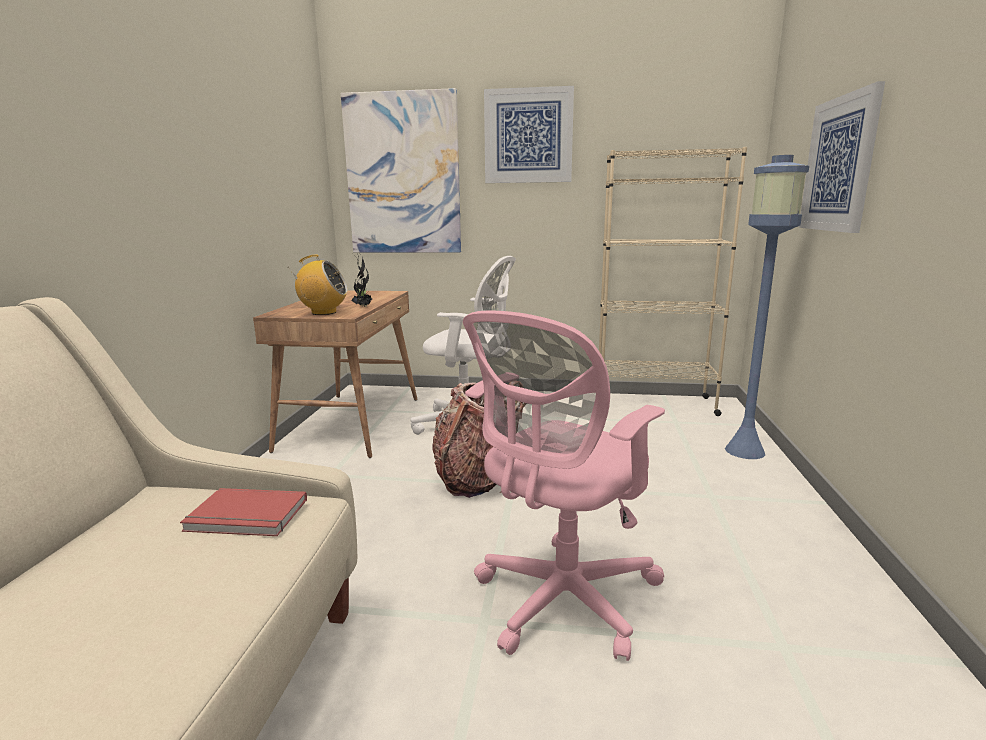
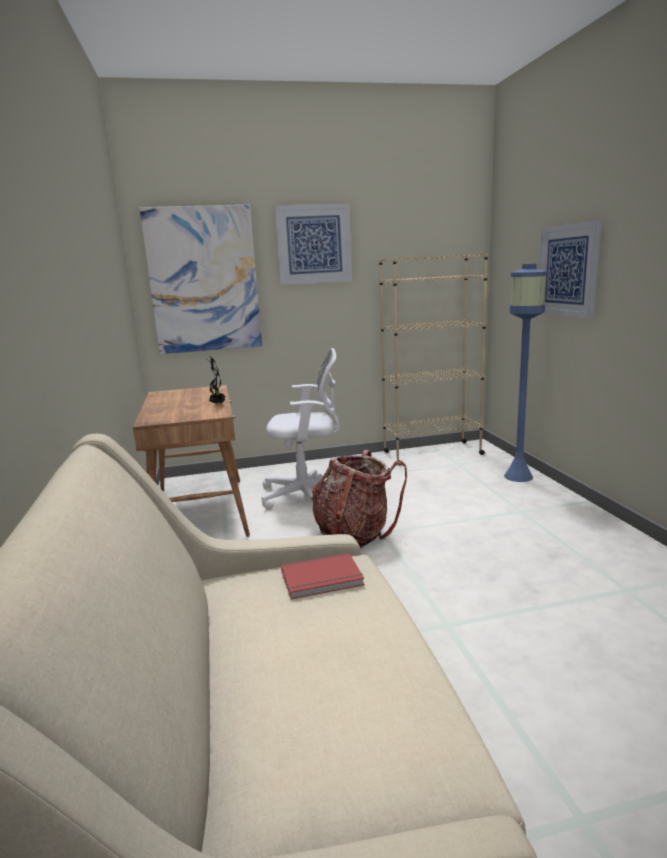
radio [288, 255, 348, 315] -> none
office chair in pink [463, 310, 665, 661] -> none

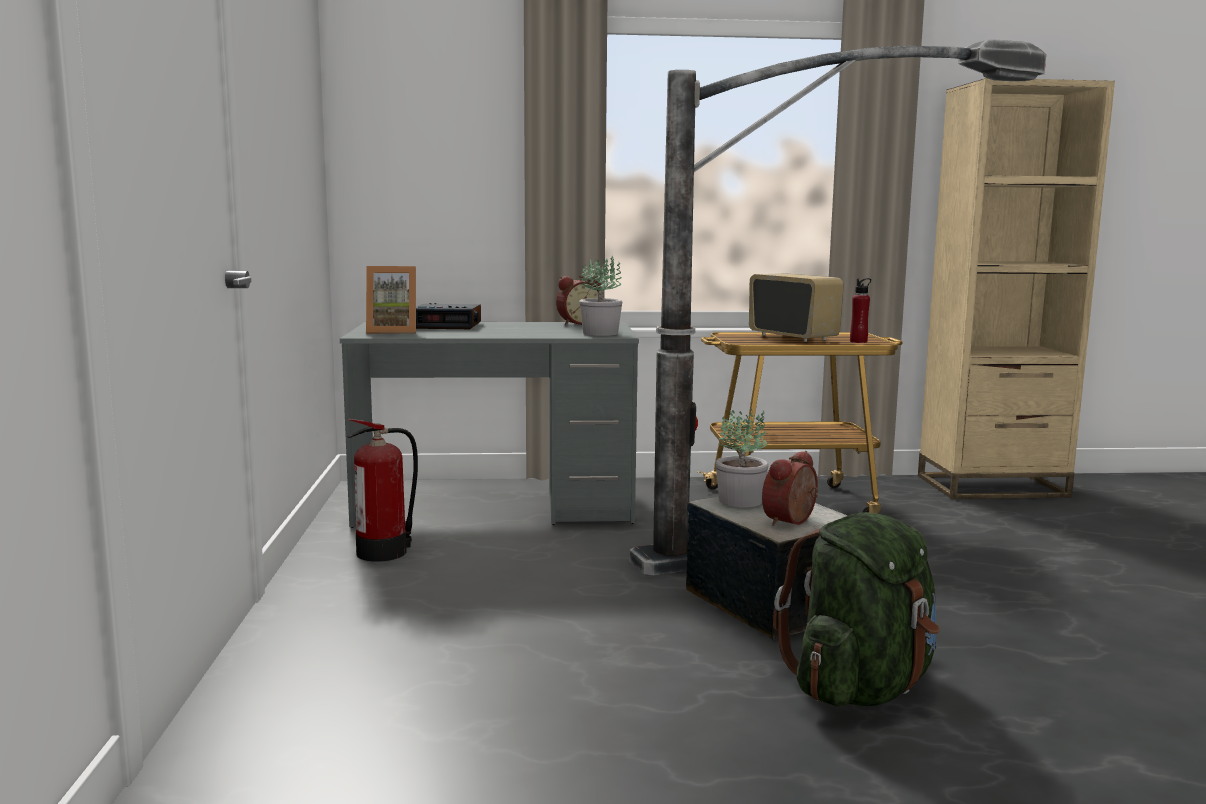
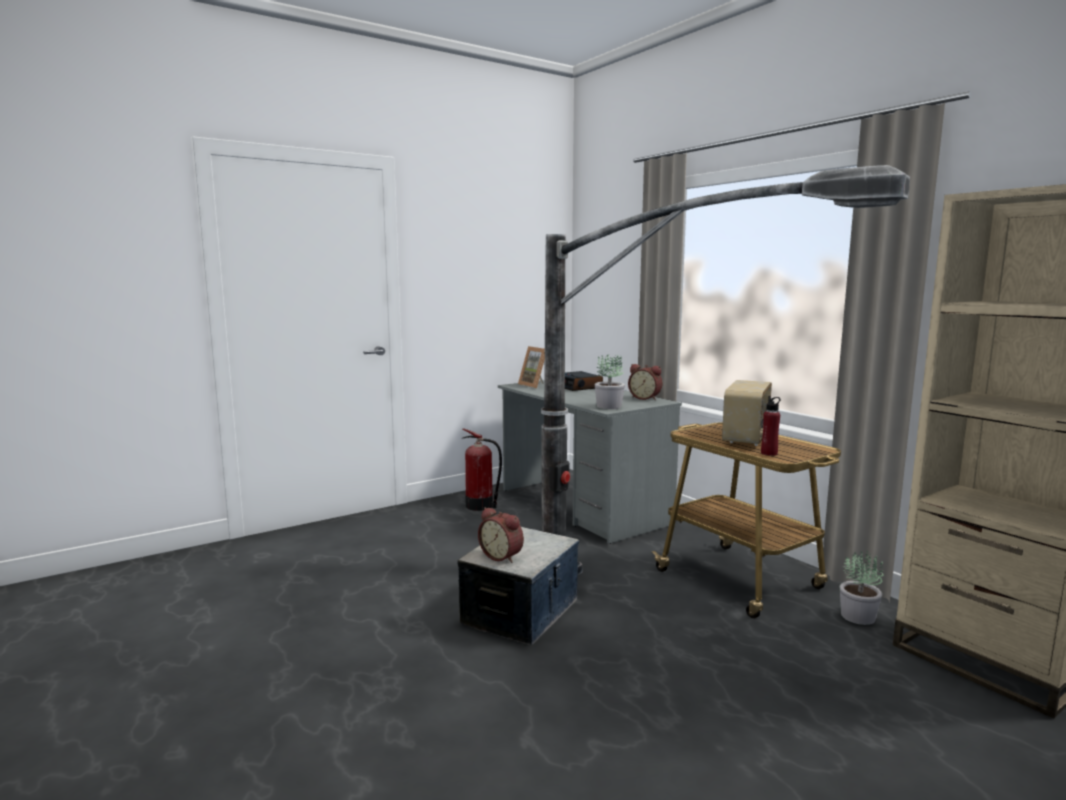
potted plant [715, 408, 769, 508] -> potted plant [840, 551, 884, 625], move
alarm clock [762, 451, 818, 526] -> alarm clock [478, 507, 524, 563], 150 degrees counterclockwise
backpack in green [773, 512, 940, 706] -> none

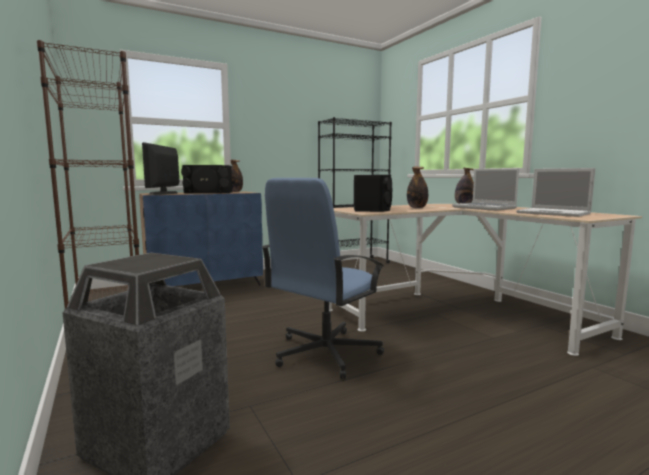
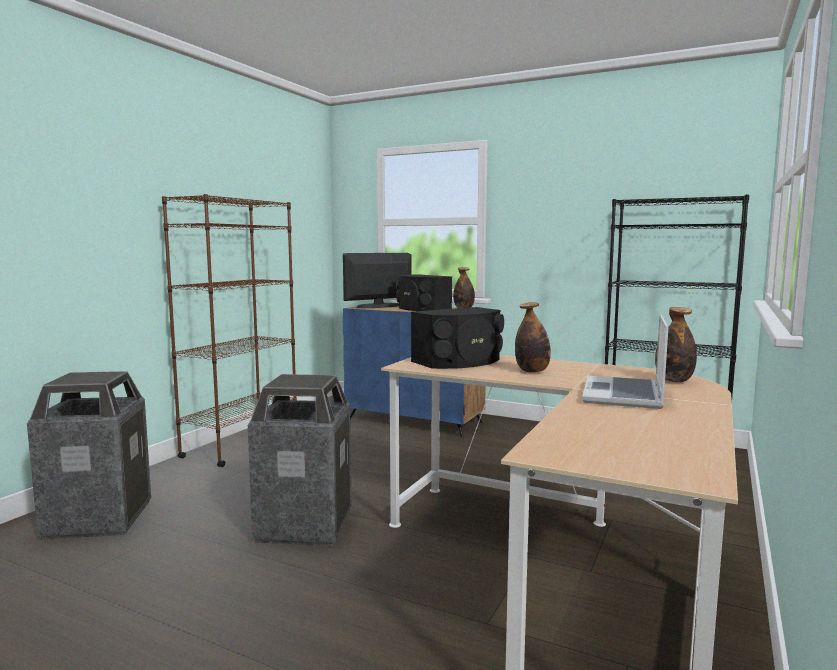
office chair in blue [262, 178, 384, 379] -> trash can [248, 374, 352, 546]
laptop [516, 168, 595, 217] -> none

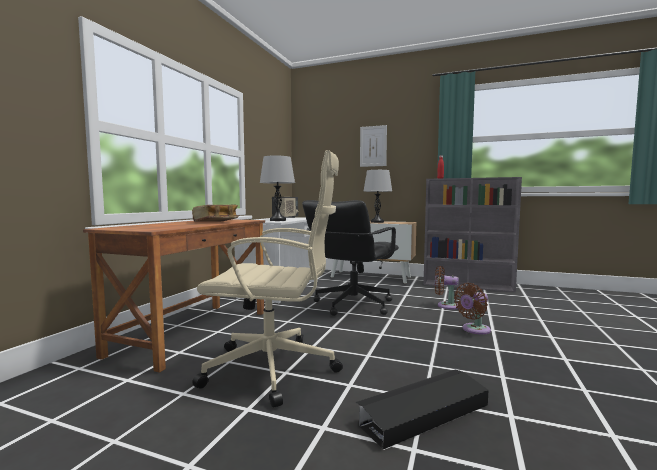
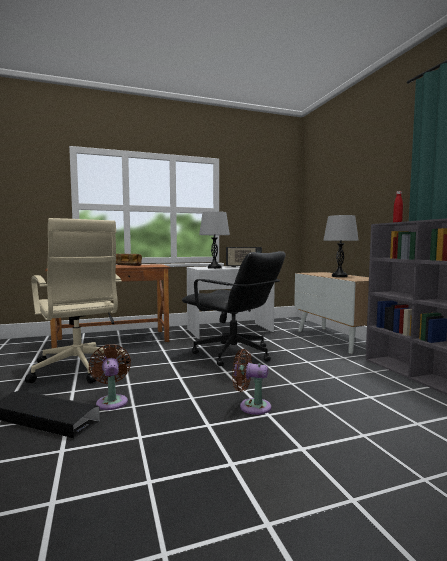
office chair in black [302, 200, 399, 316] -> office chair in black [182, 251, 286, 366], 135 degrees counterclockwise
picture [360, 125, 387, 167] -> none
fan in brown [435, 266, 459, 309] -> fan in brown [89, 344, 131, 410], move

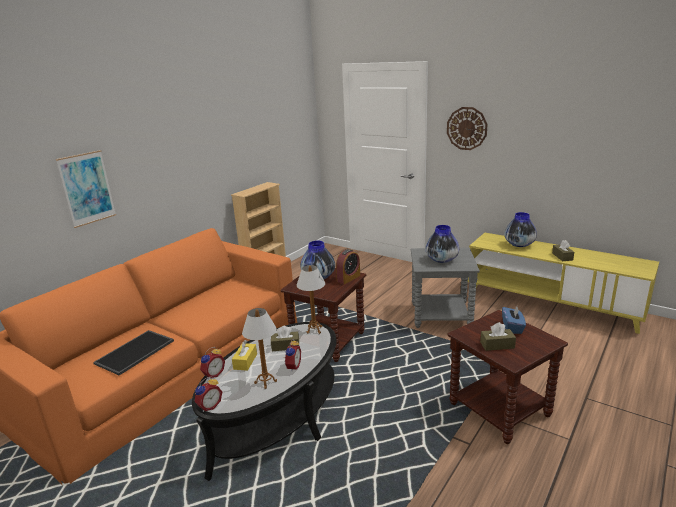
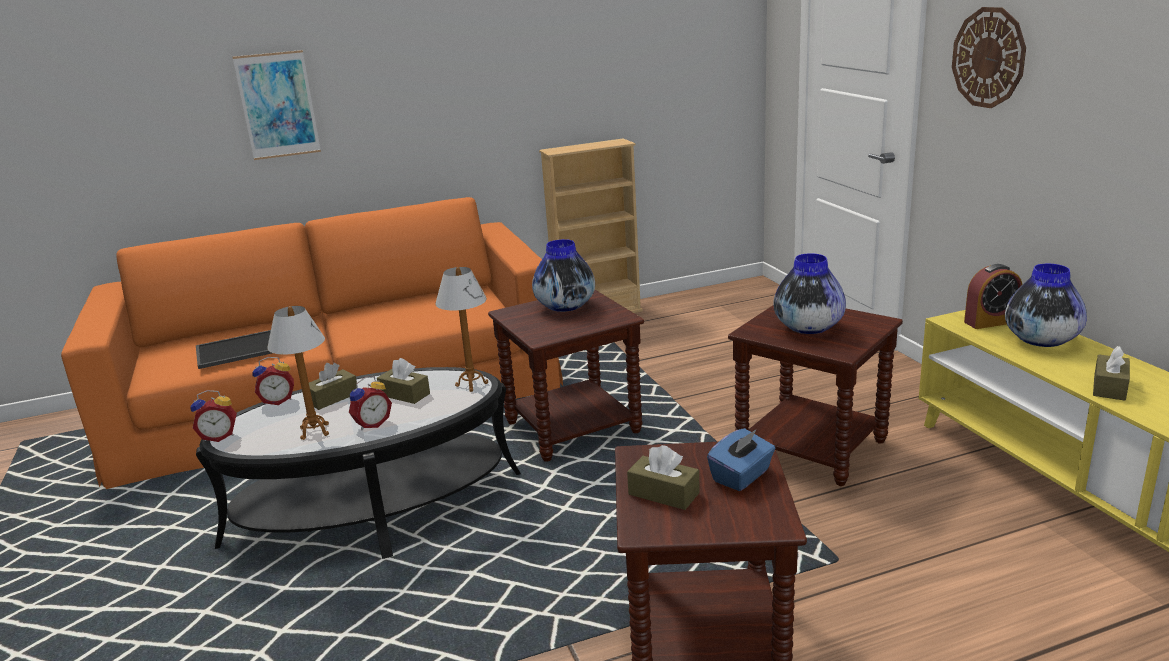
tissue box in yellow [232, 340, 257, 371] -> tissue box in brown [309, 363, 357, 410]
alarm clock [336, 249, 360, 284] -> alarm clock [964, 264, 1023, 329], move
side table in grey [411, 248, 480, 328] -> side table in brown [728, 305, 903, 486]

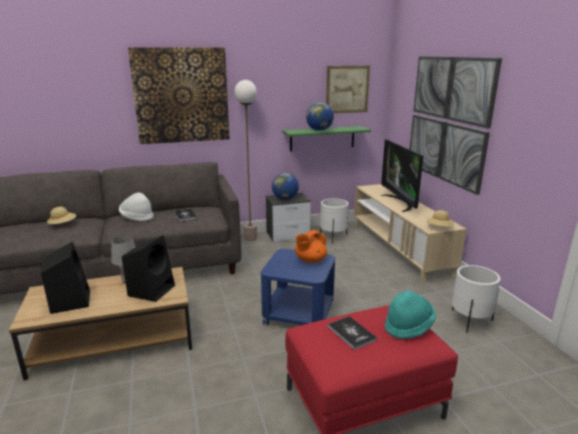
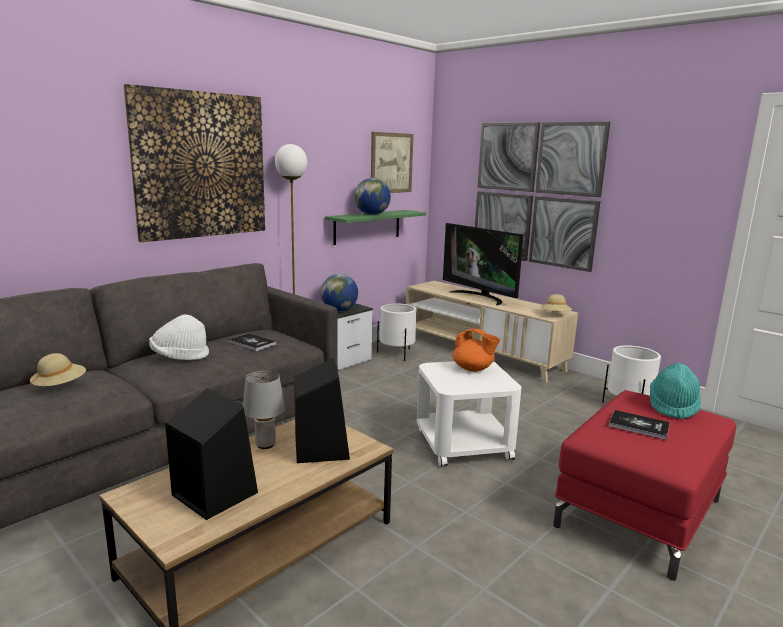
side table in blue [261, 249, 335, 325] -> side table in white [417, 361, 521, 467]
teapot in orange [295, 230, 327, 263] -> teapot in orange [453, 328, 500, 372], 75 degrees counterclockwise

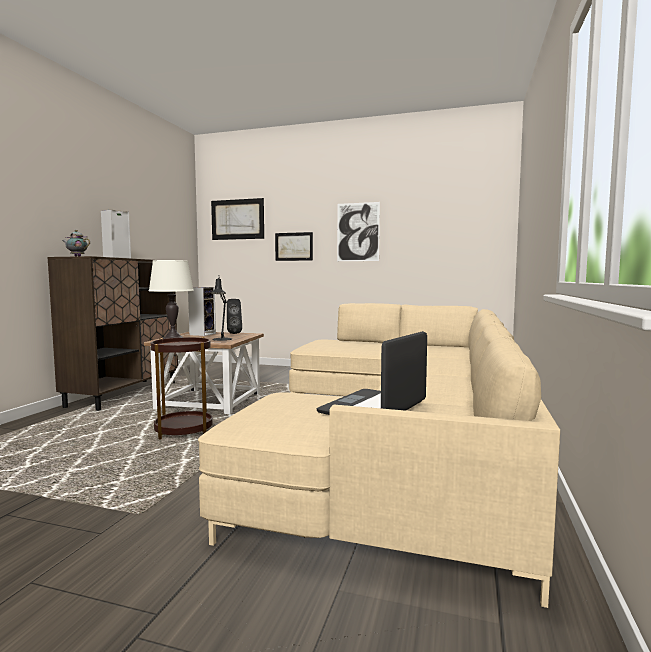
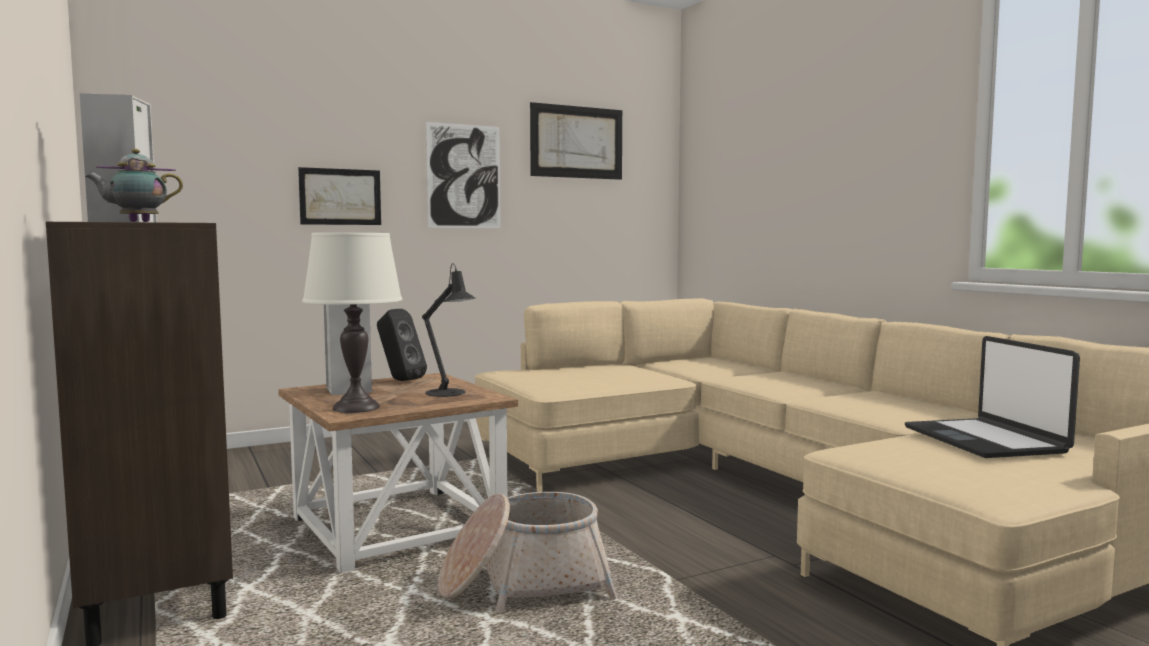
side table in brown [151, 337, 213, 440] -> basket [438, 492, 618, 613]
picture [211, 198, 264, 240] -> picture [530, 102, 622, 180], move

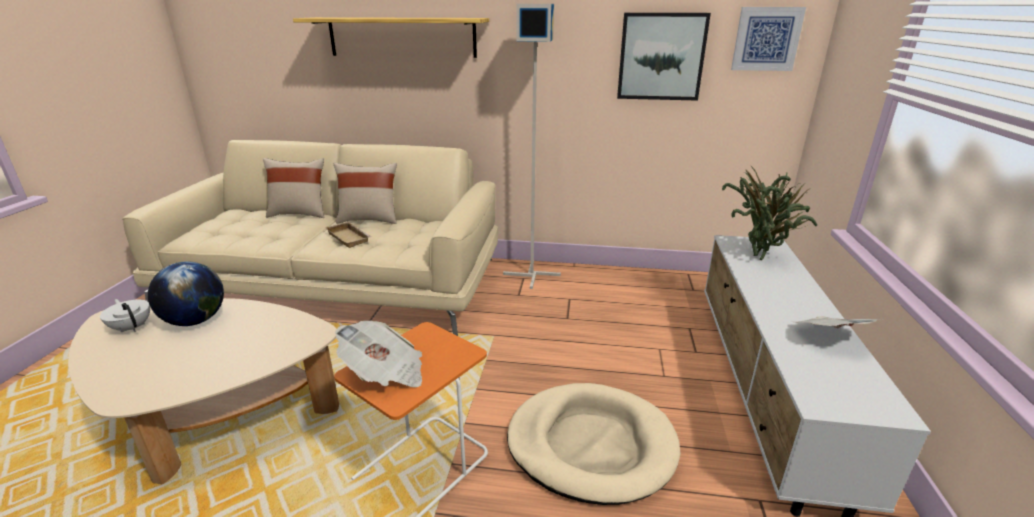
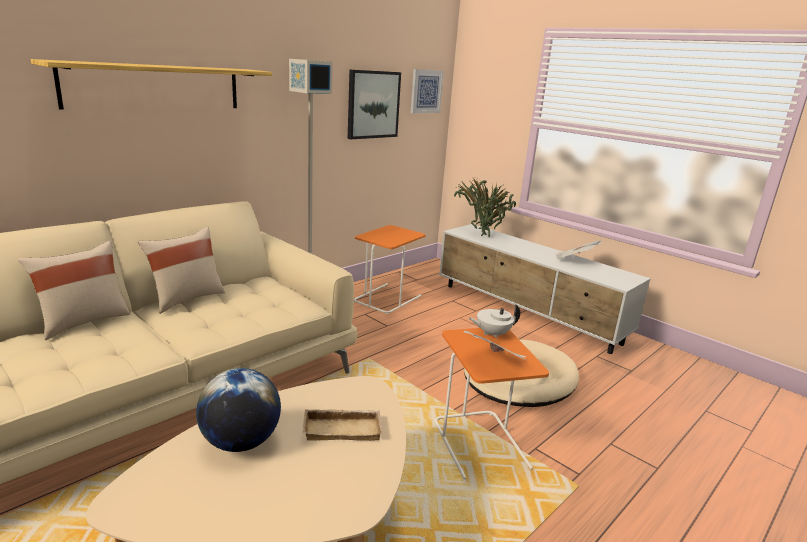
teapot in white [100, 299, 150, 332] -> teapot in white [469, 304, 521, 338], move
tray in beige [325, 221, 372, 248] -> tray in beige [302, 409, 382, 441], move
none -> side table in orange [354, 225, 426, 314]

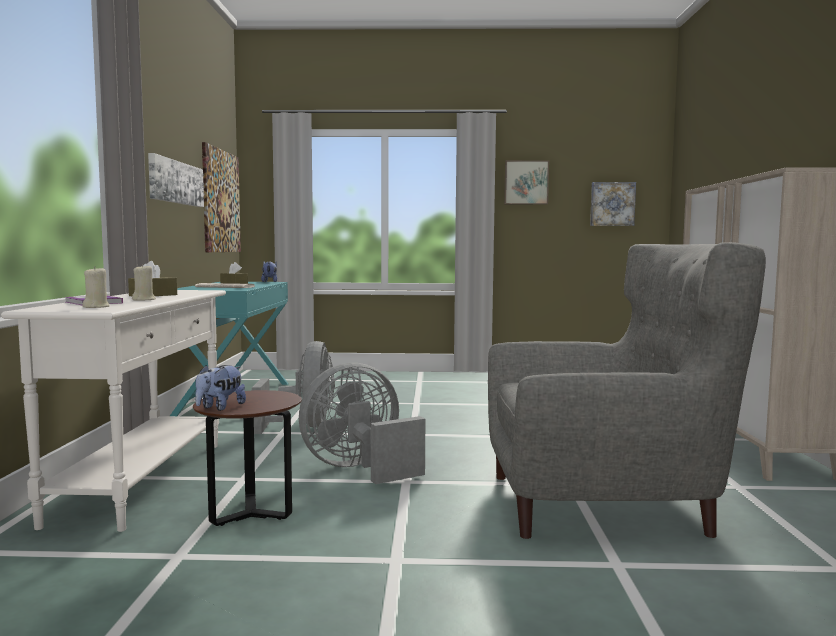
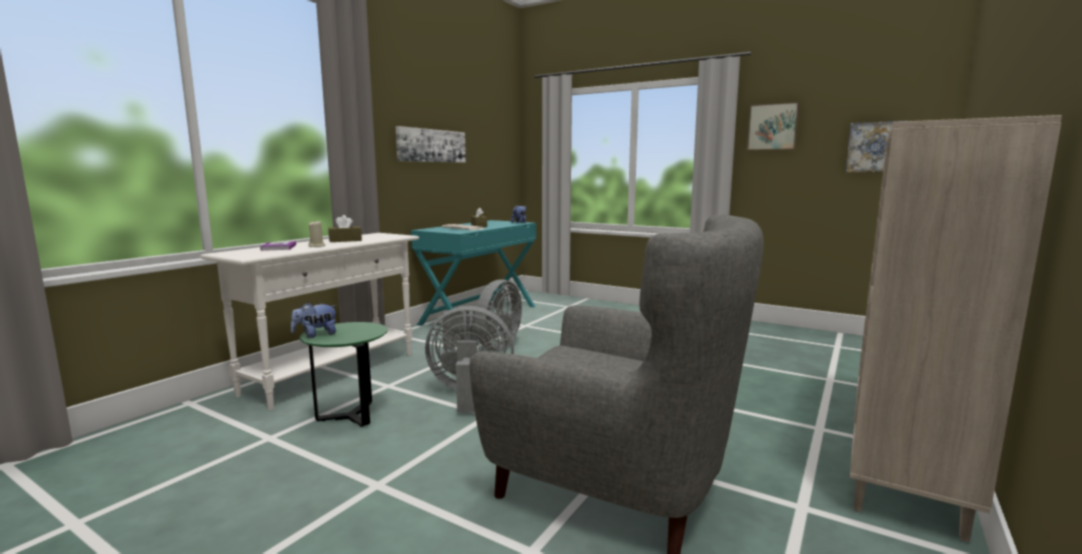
candle in beige [82, 266, 110, 308] -> none
side table in brown [193, 390, 302, 526] -> side table in green [300, 322, 388, 427]
picture [202, 142, 241, 252] -> none

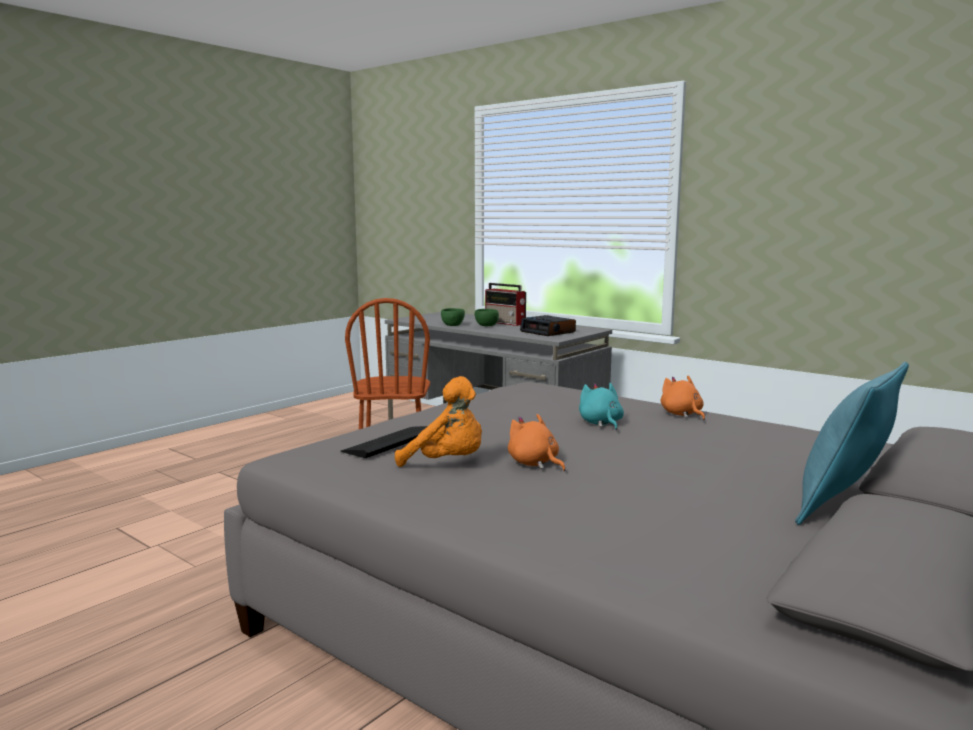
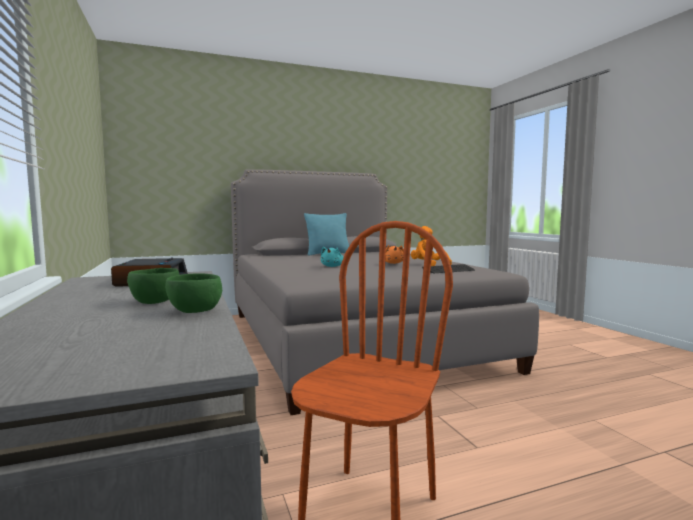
radio [485, 283, 526, 326] -> none
plush toy in orange [661, 376, 705, 420] -> none

